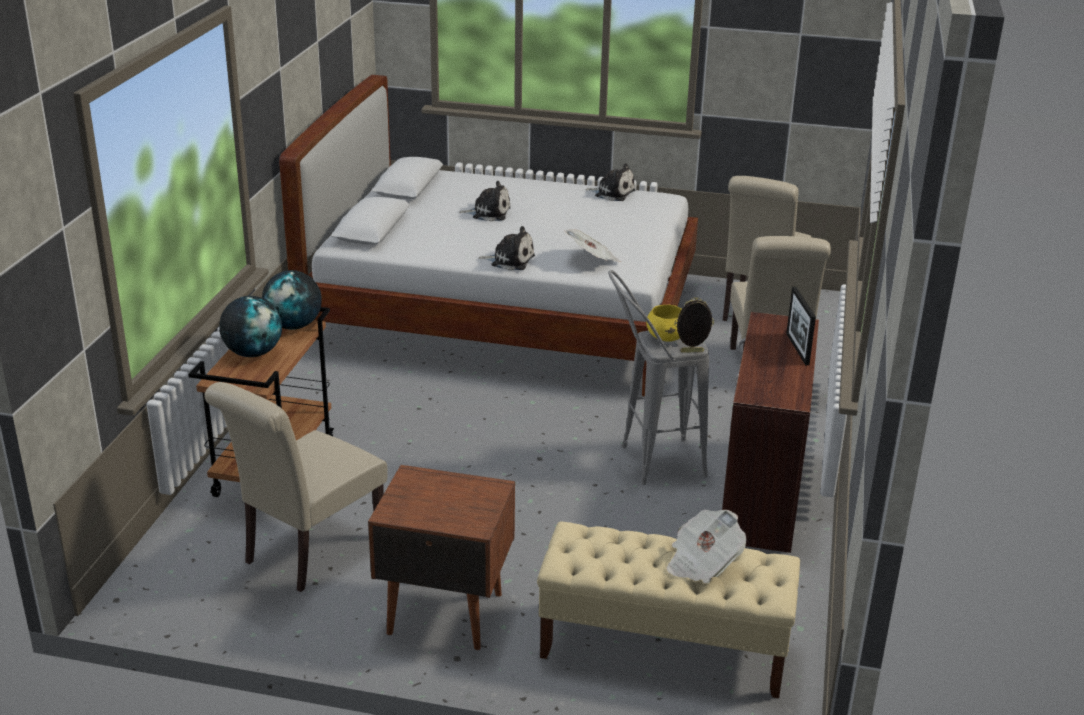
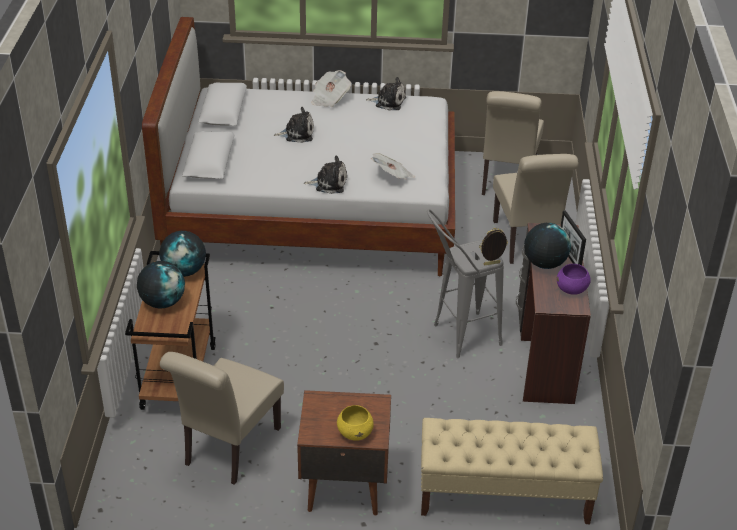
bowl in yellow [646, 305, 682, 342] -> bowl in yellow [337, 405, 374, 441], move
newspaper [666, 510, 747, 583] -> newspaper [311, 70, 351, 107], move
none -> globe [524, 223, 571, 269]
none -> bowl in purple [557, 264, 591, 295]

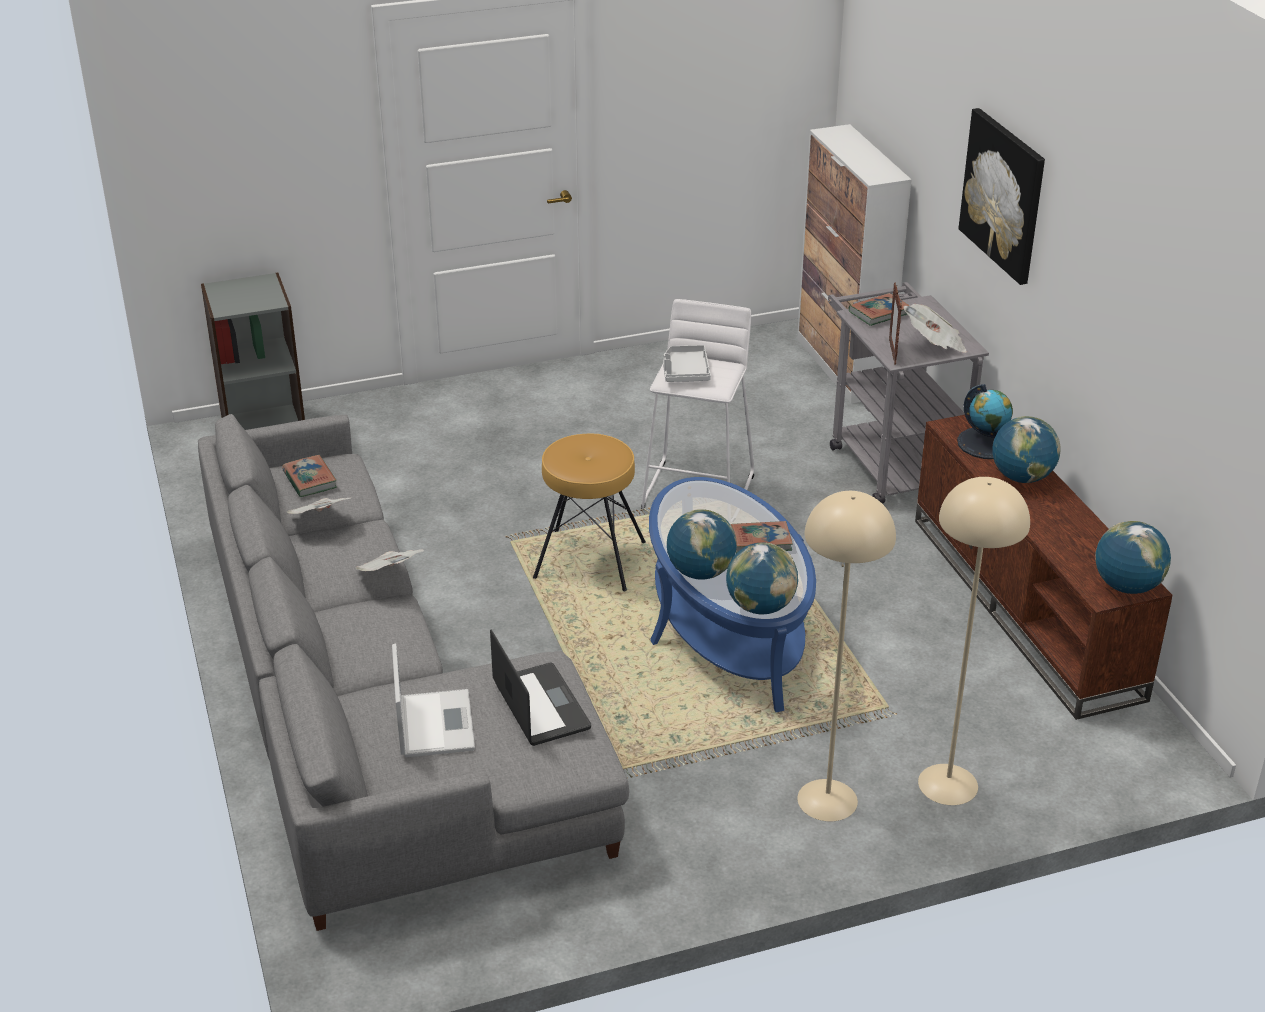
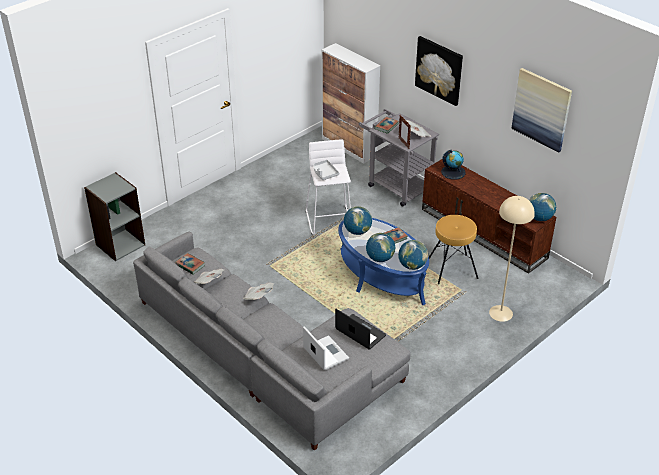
stool in brown [533, 434, 646, 591] -> stool in brown [429, 215, 479, 284], move
floor lamp in beige [797, 491, 896, 822] -> none
globe [992, 416, 1061, 483] -> globe [344, 206, 372, 235], move
none -> picture [512, 68, 572, 152]

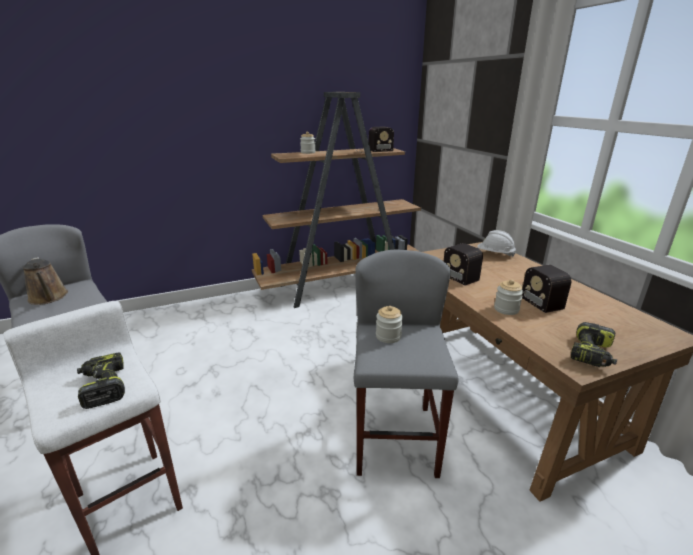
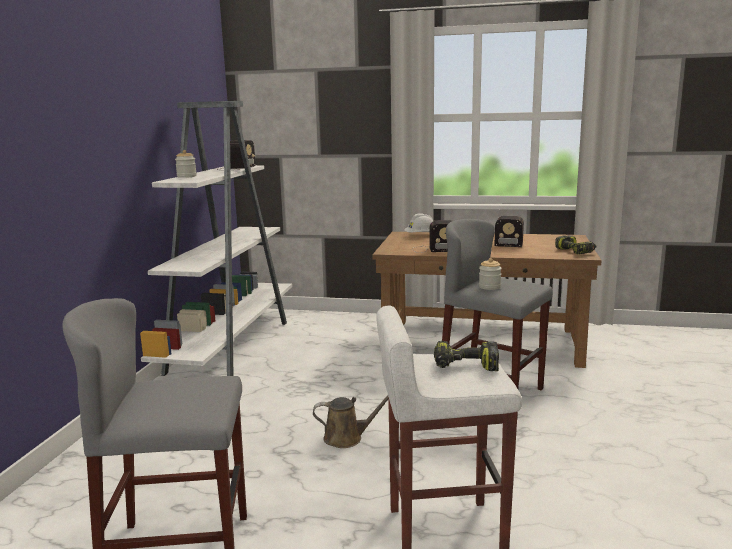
watering can in brown [23, 257, 68, 305] -> watering can in brown [313, 396, 388, 448], move
bookcase in brown [252, 92, 421, 308] -> bookcase in white [140, 101, 292, 376]
jar [494, 280, 523, 315] -> none

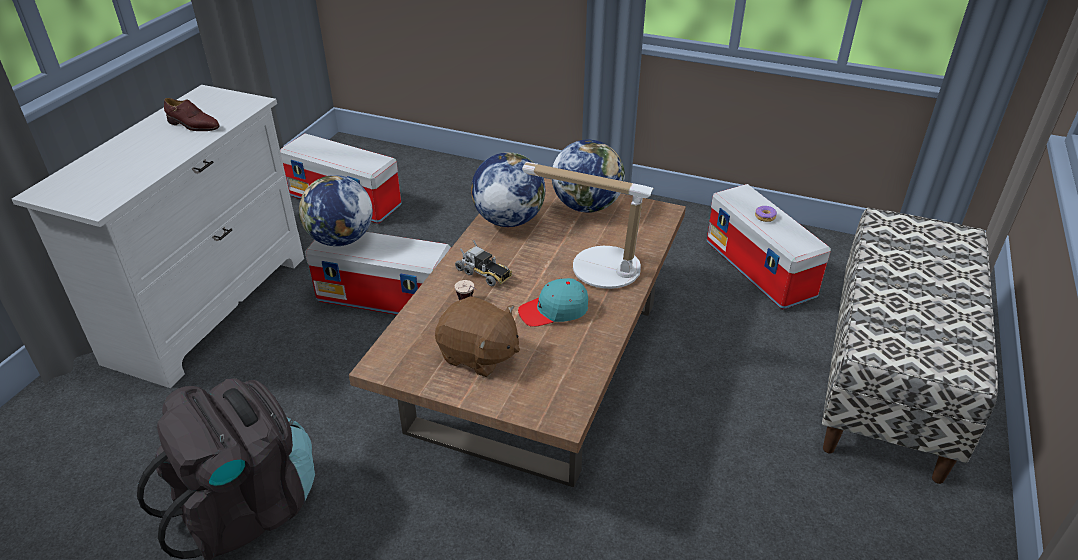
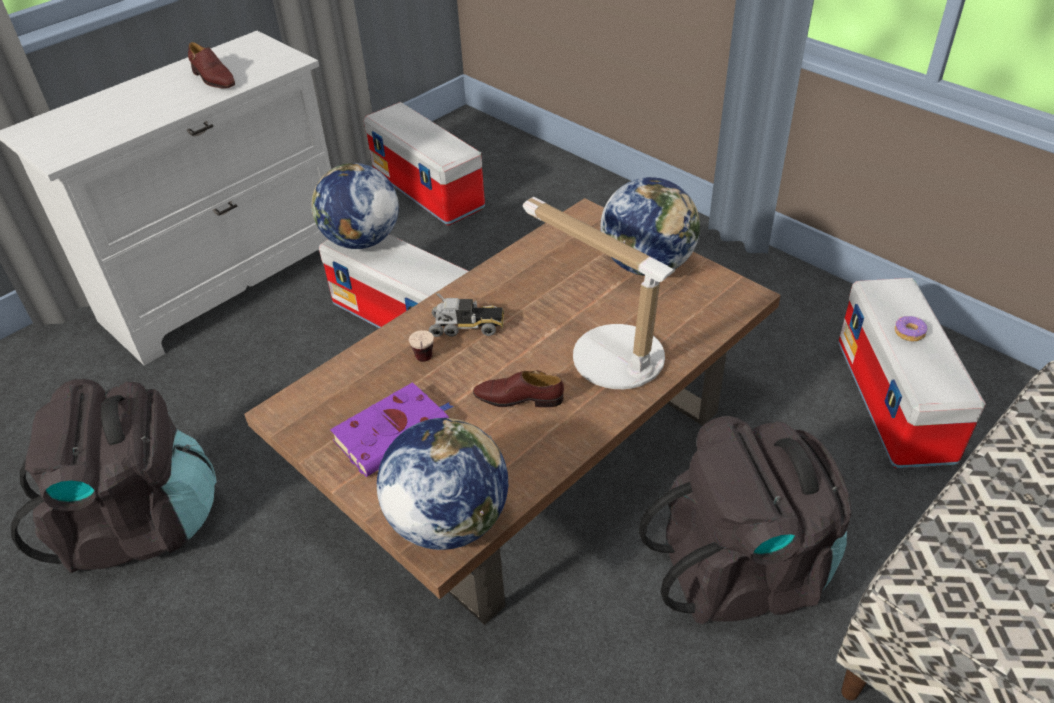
plush toy in brown [435, 296, 520, 377] -> book in purple [330, 382, 453, 477]
toy truck [455, 240, 512, 286] -> toy truck [429, 293, 504, 337], 60 degrees counterclockwise
globe [471, 152, 545, 227] -> globe [377, 418, 508, 550], move
cap in turquoise [518, 278, 588, 327] -> shoe in brown [473, 370, 564, 408]
none -> backpack in black [639, 416, 851, 624]

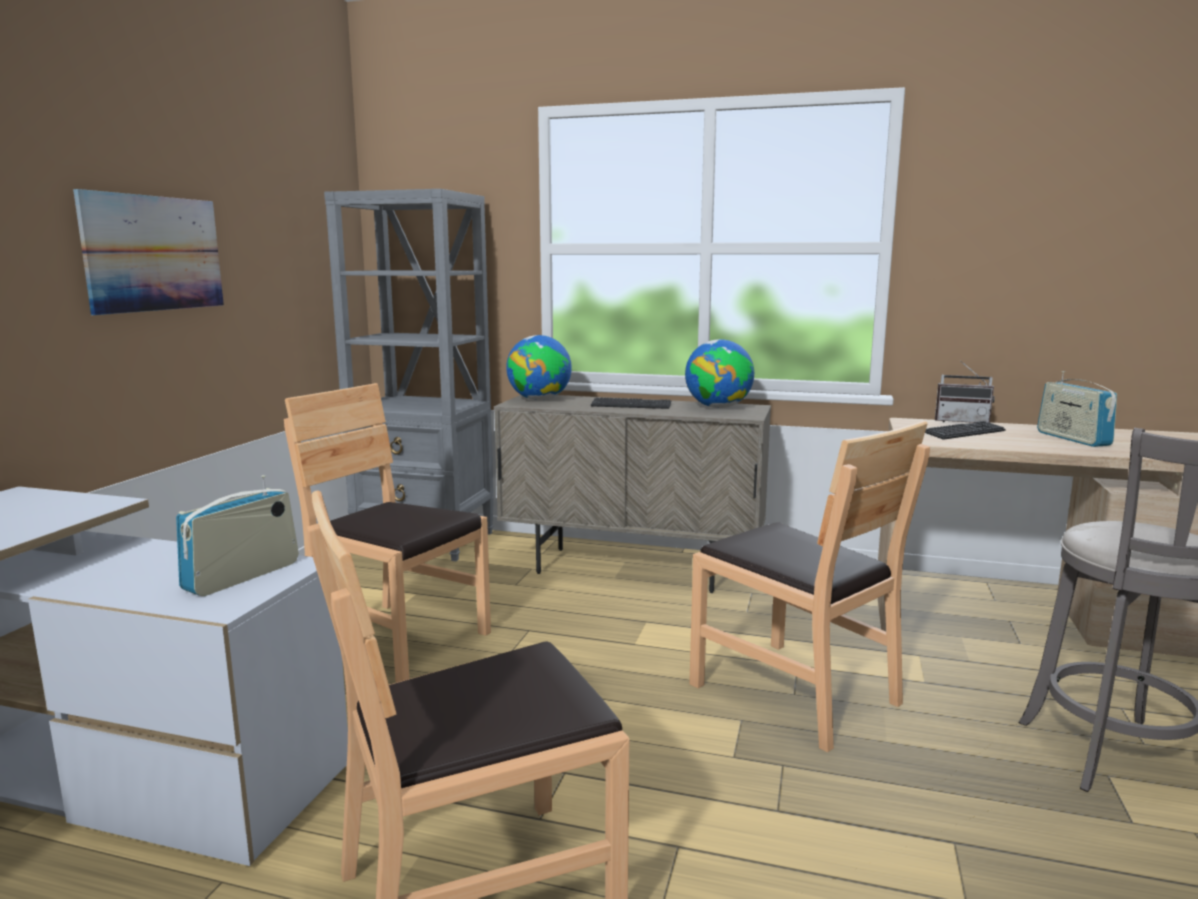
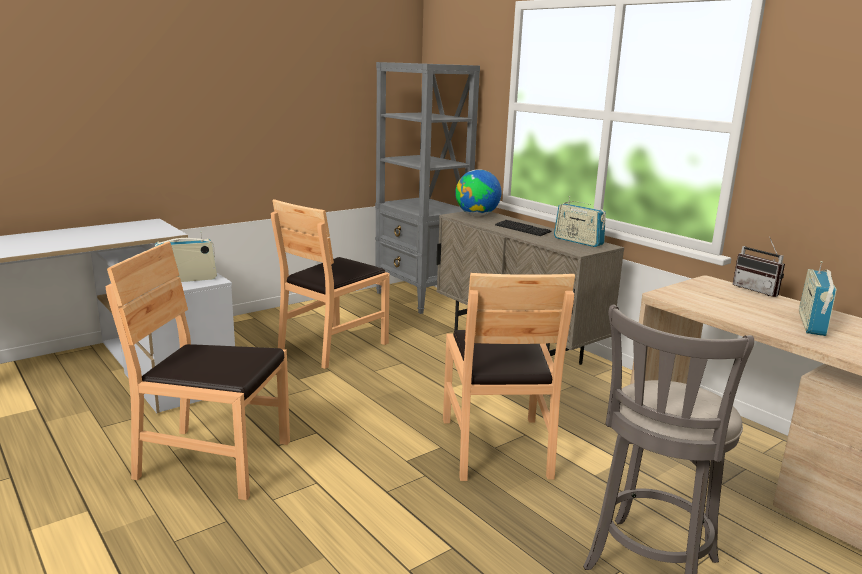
picture [73, 189, 224, 315] -> none
chair in brown [284, 383, 491, 682] -> chair in brown [271, 199, 390, 369], 120 degrees counterclockwise
globe [685, 339, 754, 408] -> radio [554, 196, 606, 247]
keyboard [925, 421, 1006, 440] -> none

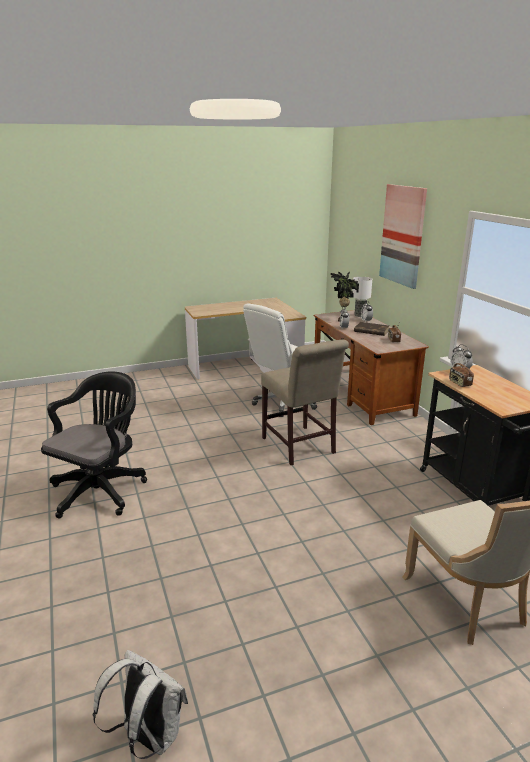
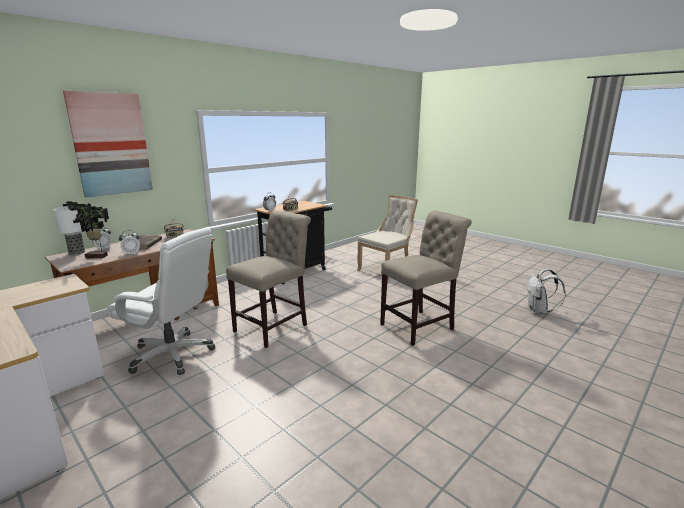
office chair in black [41, 371, 147, 518] -> none
none -> chair in beige [380, 210, 472, 346]

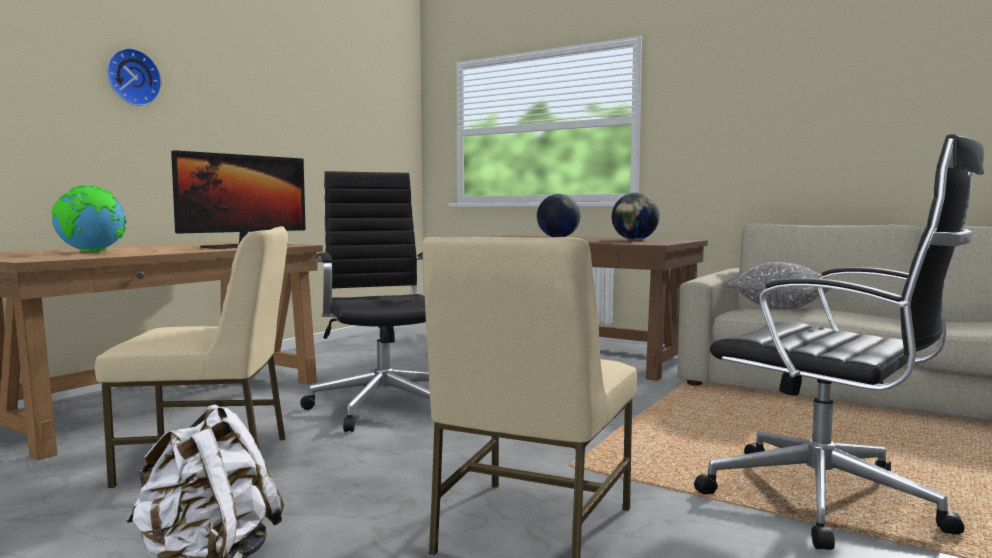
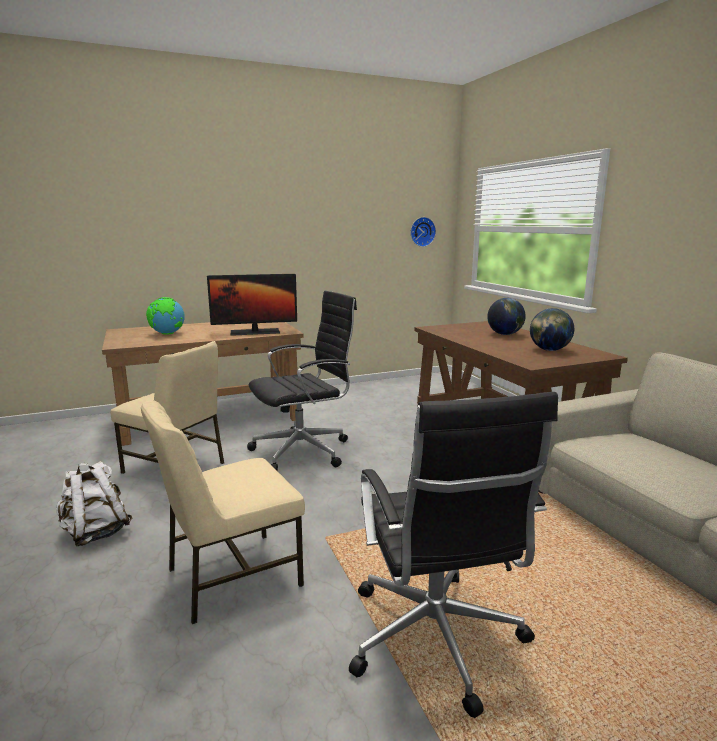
wall clock [107, 48, 162, 106] -> wall clock [410, 217, 436, 247], move
office chair in black [300, 171, 430, 432] -> office chair in black [247, 291, 357, 471], 45 degrees clockwise
pillow in grey [726, 262, 831, 309] -> none

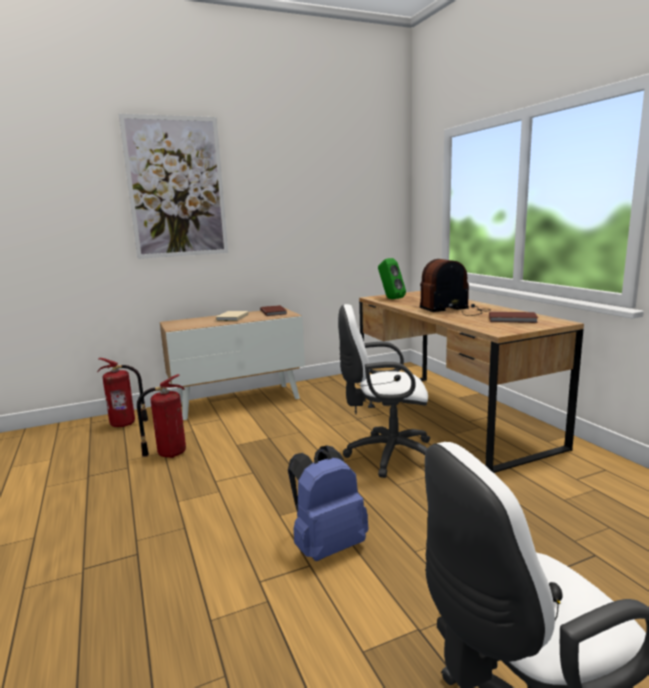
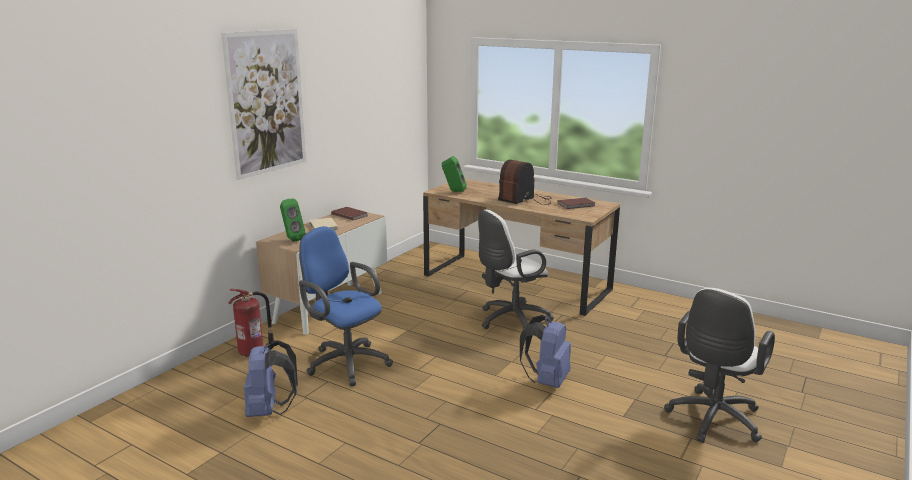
fire extinguisher [137, 374, 186, 458] -> office chair in blue [299, 226, 393, 386]
none -> backpack in blue [244, 341, 298, 417]
none -> speaker in green [280, 198, 306, 242]

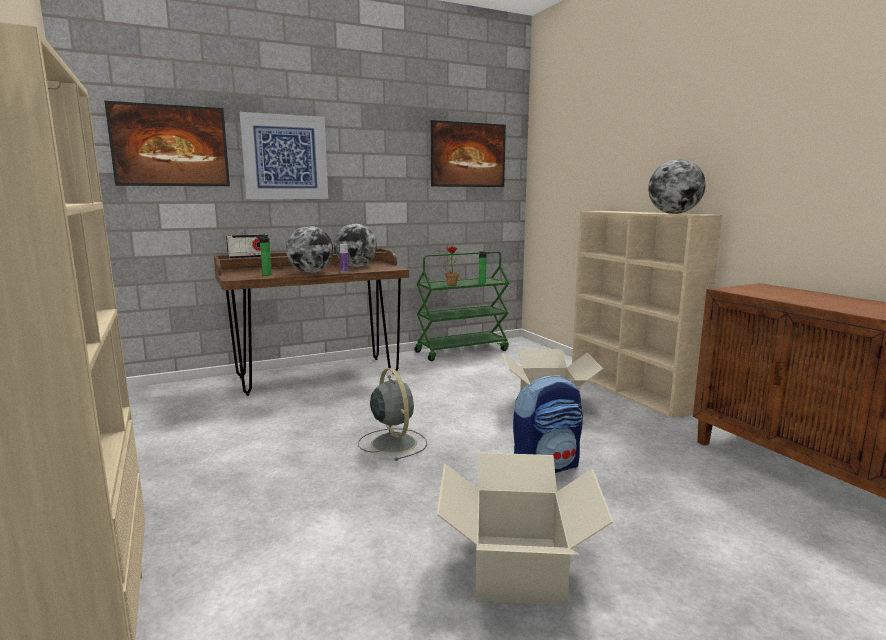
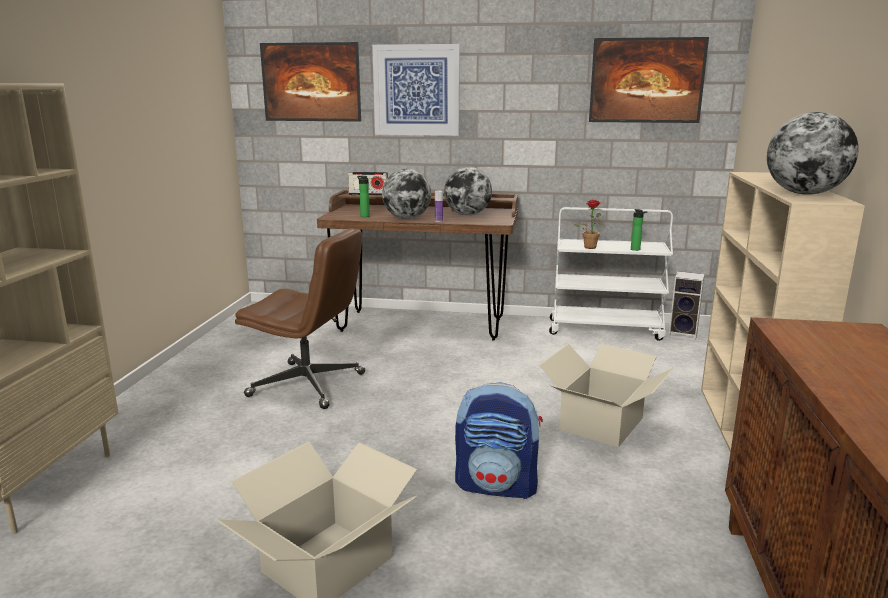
fan in grey [358, 368, 427, 461] -> none
cart in green [414, 251, 509, 361] -> cart in white [549, 207, 673, 341]
none -> office chair in brown [235, 228, 365, 409]
none -> speaker [669, 271, 705, 341]

